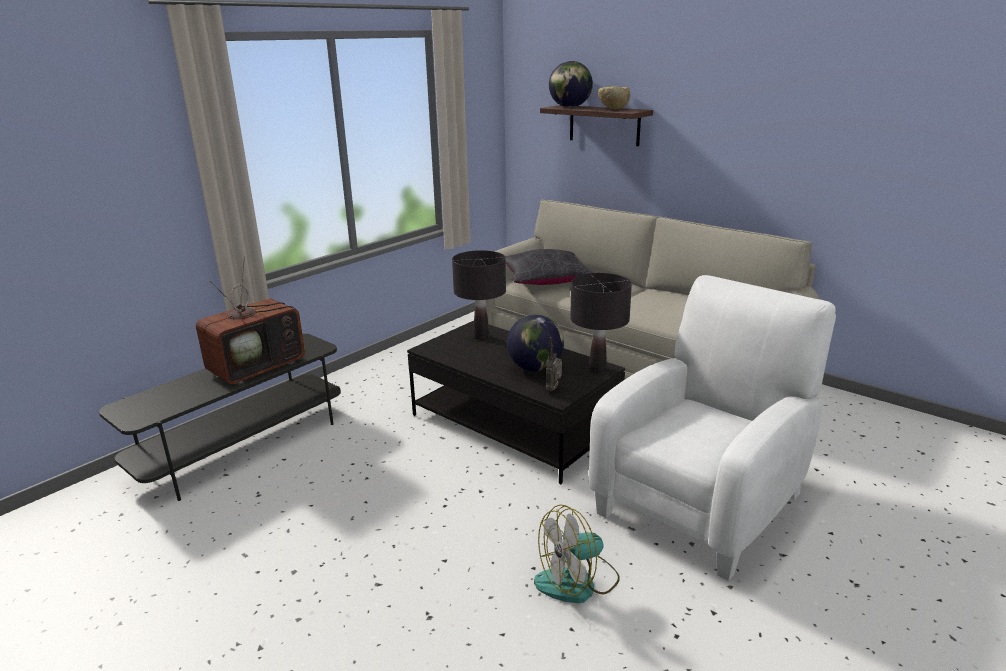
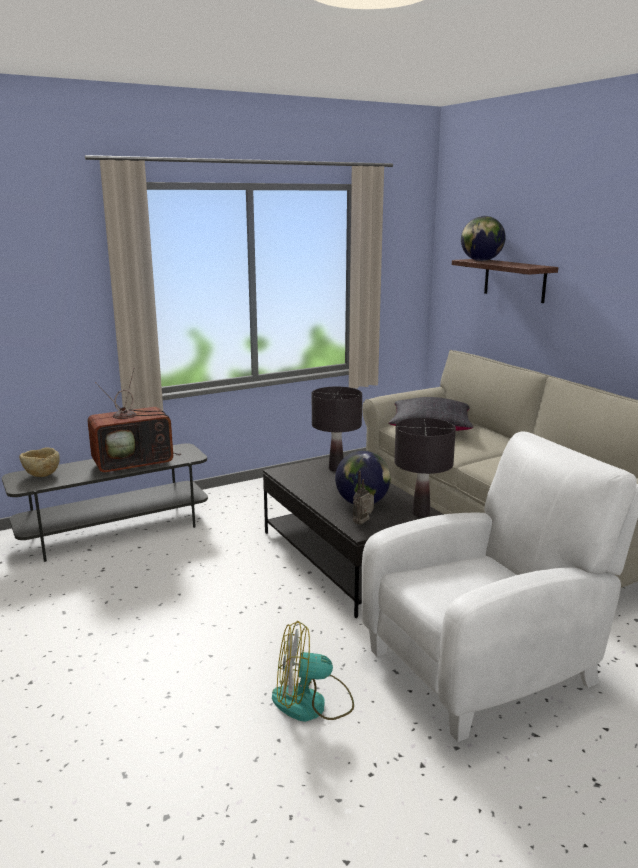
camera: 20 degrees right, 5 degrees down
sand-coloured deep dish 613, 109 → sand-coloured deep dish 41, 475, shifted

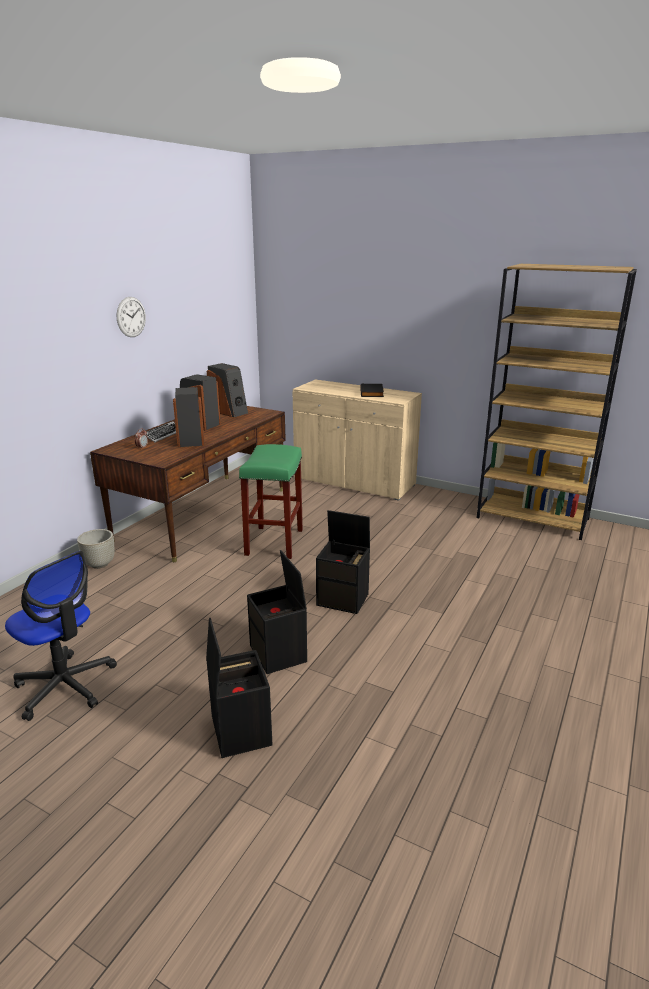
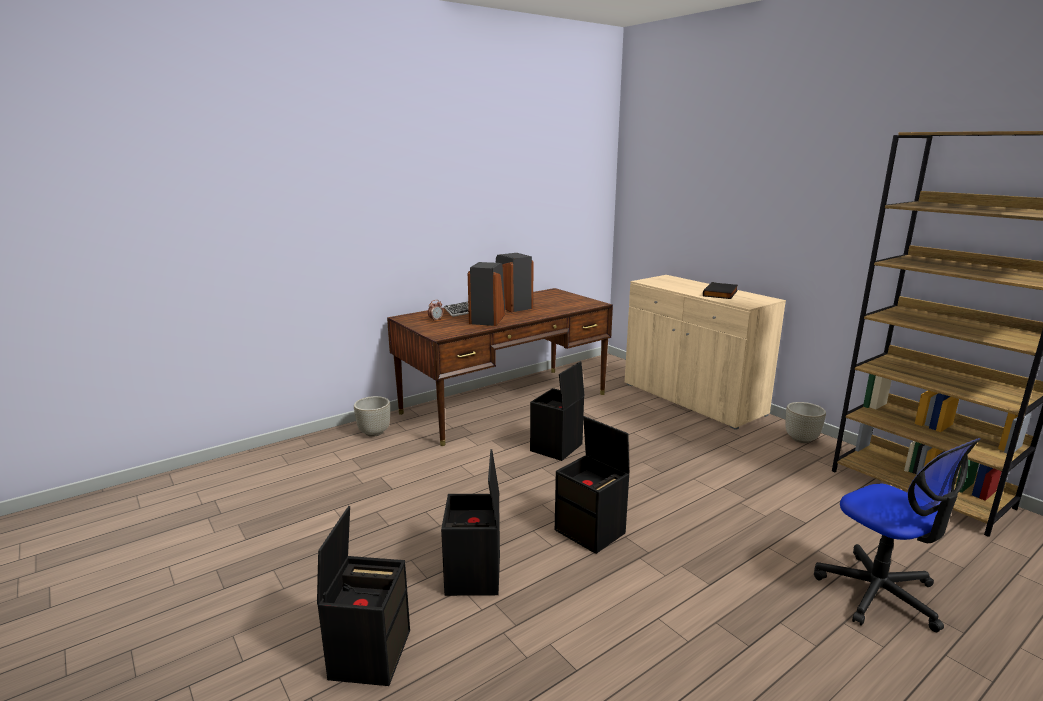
camera: 25 degrees right, 5 degrees down
clock on the wall 131, 317 → -
speaker 229, 411 → -
- → grey flower pot 801, 439
desk chair 65, 686 → desk chair 878, 593, shifted
green sitting stool 274, 543 → blackish storage box 556, 448

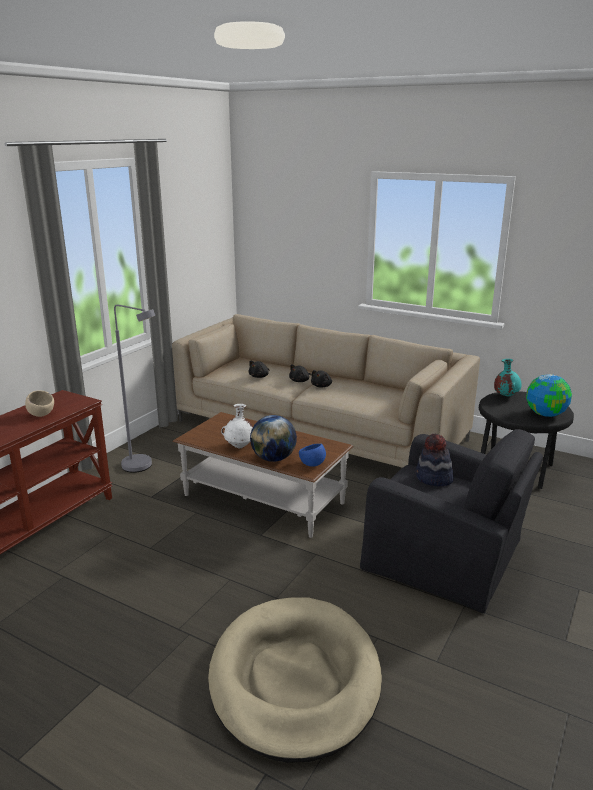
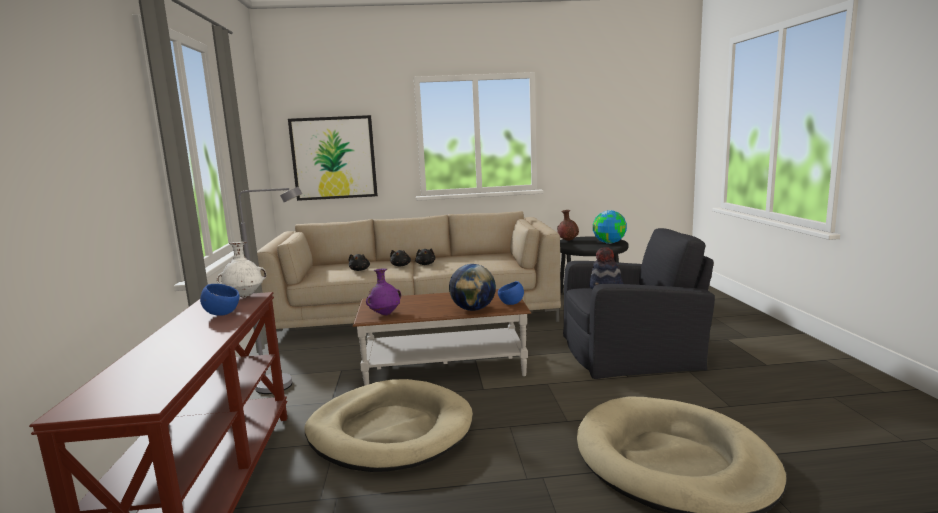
camera: 35 degrees left, 10 degrees down
- → wall picture 334, 158
- → sand-coloured pet bed 390, 430
- → purple vase 385, 314
white vase 240, 446 → white vase 245, 296, shifted
sand-coloured deep dish 41, 414 → blue-coloured deep dish 222, 314
turquoise vase 505, 396 → brownish vase 567, 241

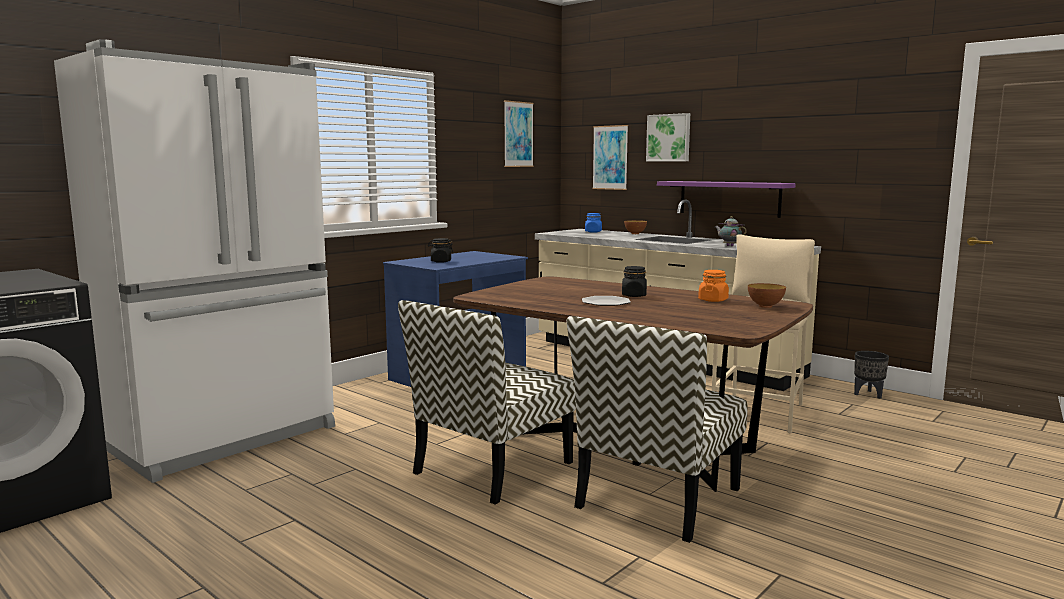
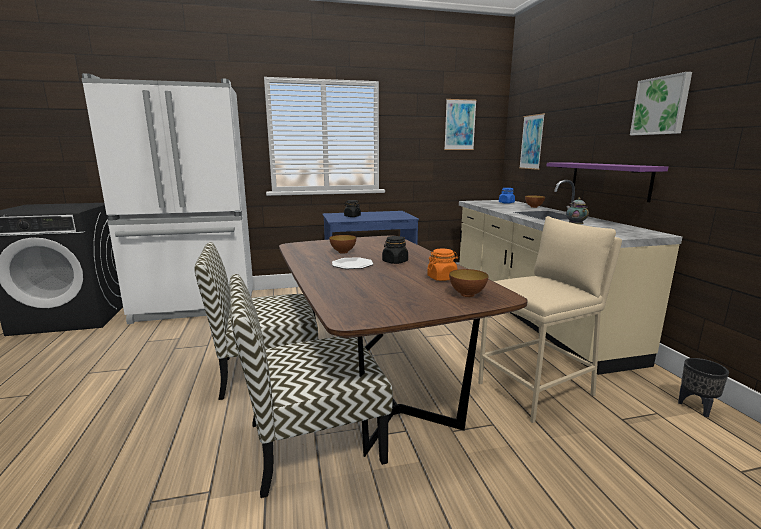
camera: 35 degrees right, 5 degrees up
- → deep dish 343, 252
wall picture 669, 138 → wall picture 661, 106, shifted

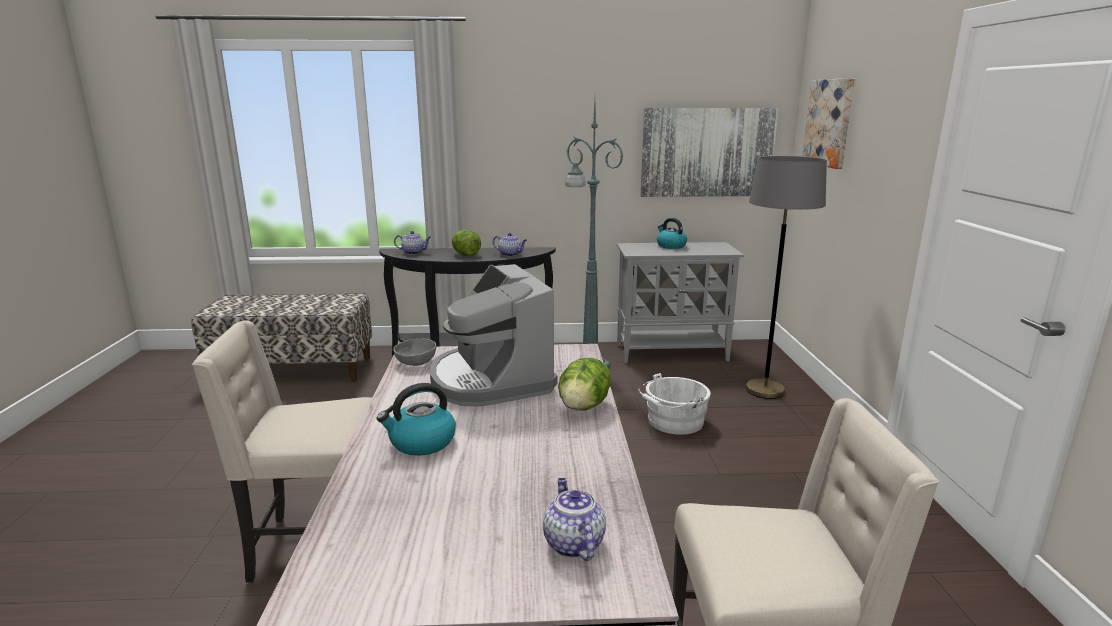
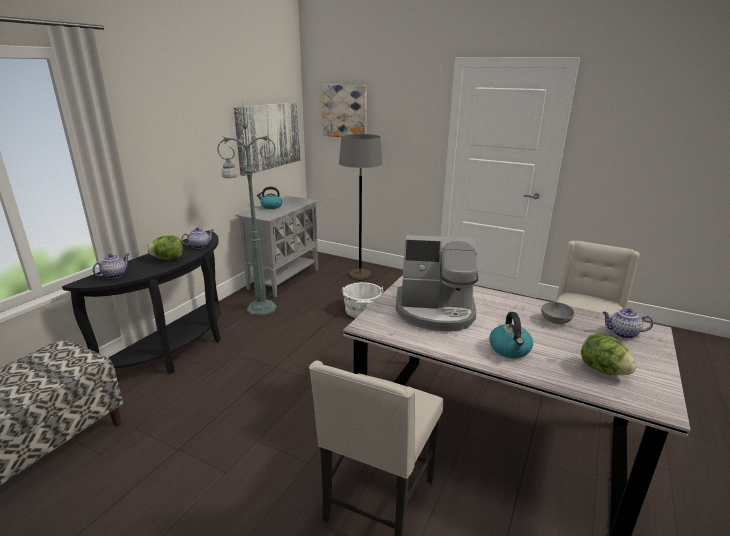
camera: 60 degrees left, 5 degrees up
grey deep dish 415, 363 → grey deep dish 556, 321, shifted
lettuce head 583, 407 → lettuce head 603, 370, shifted

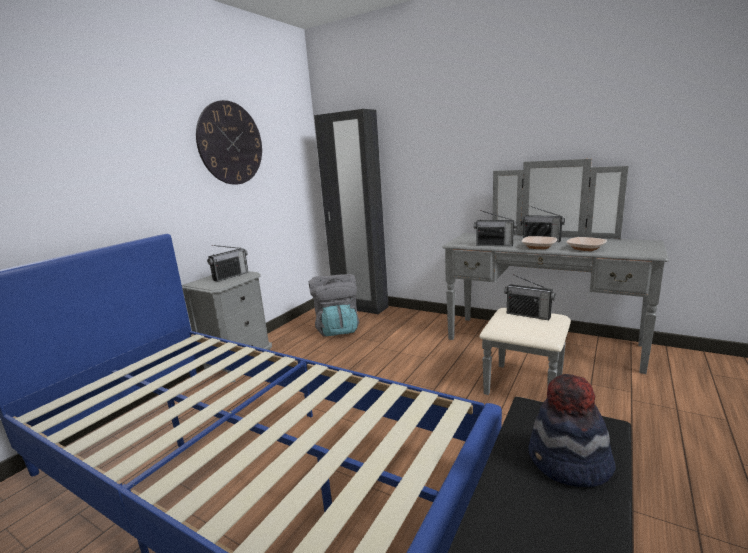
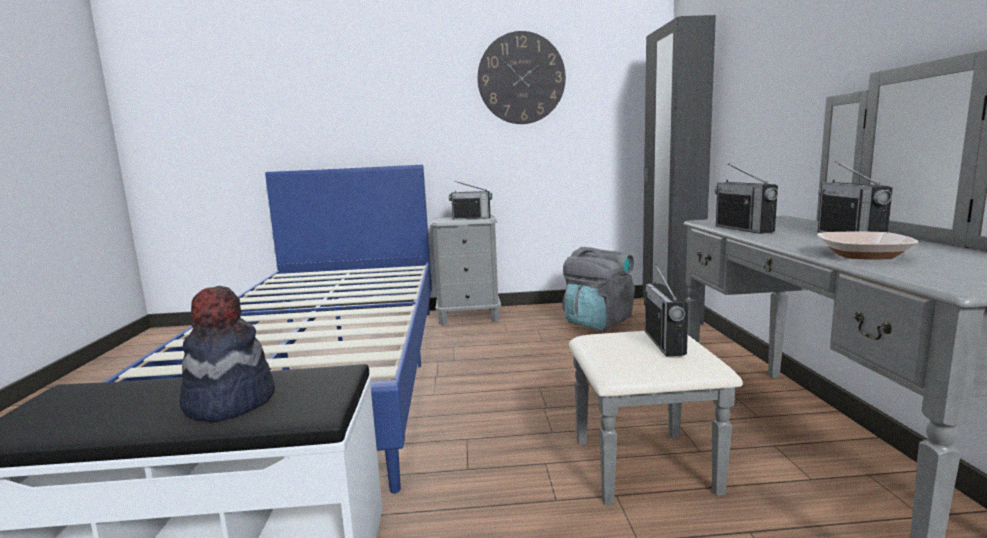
camera: 55 degrees right, 5 degrees down
deep dish 538, 247 → -

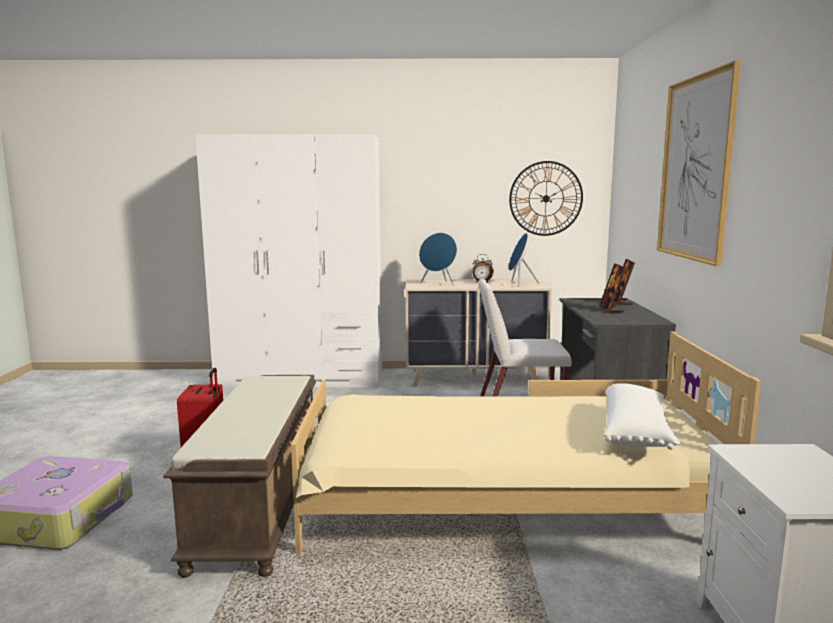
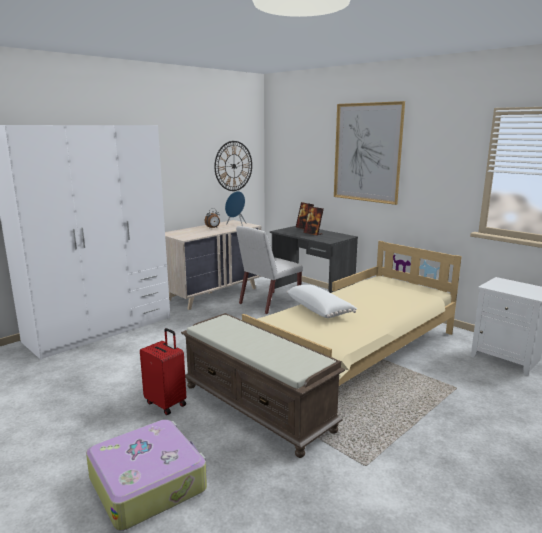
camera: 45 degrees left, 5 degrees up
blue-coloured speaker 438, 283 → -
white pillow 636, 432 → white pillow 319, 309, shifted

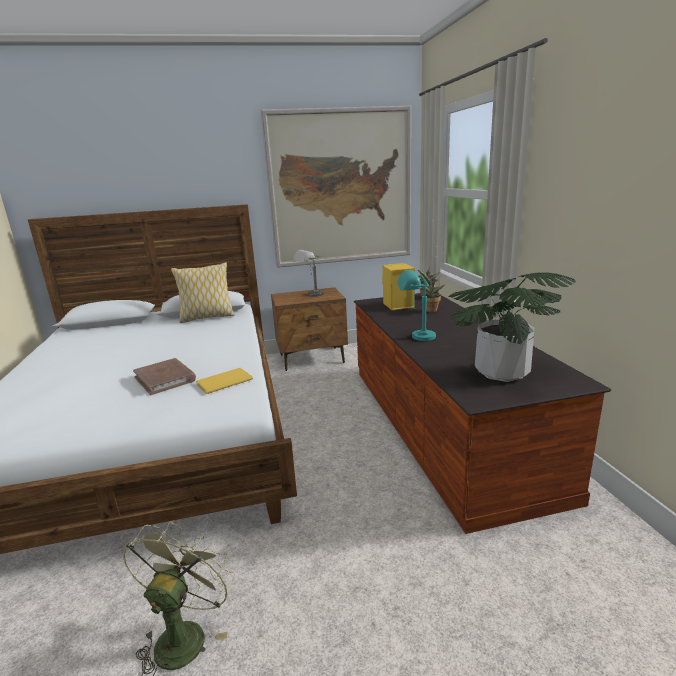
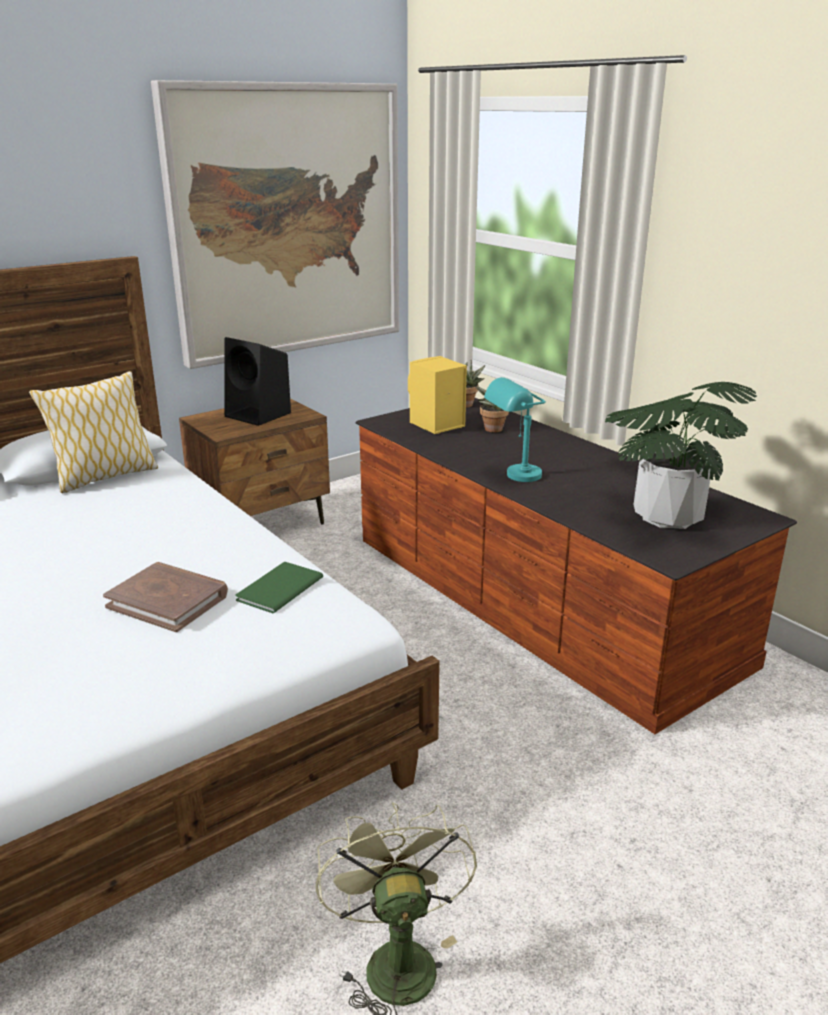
camera: 25 degrees left, 5 degrees up
grey lamp for a table 311, 295 → blackish speaker 259, 415
yellow volume 222, 381 → green volume 276, 589

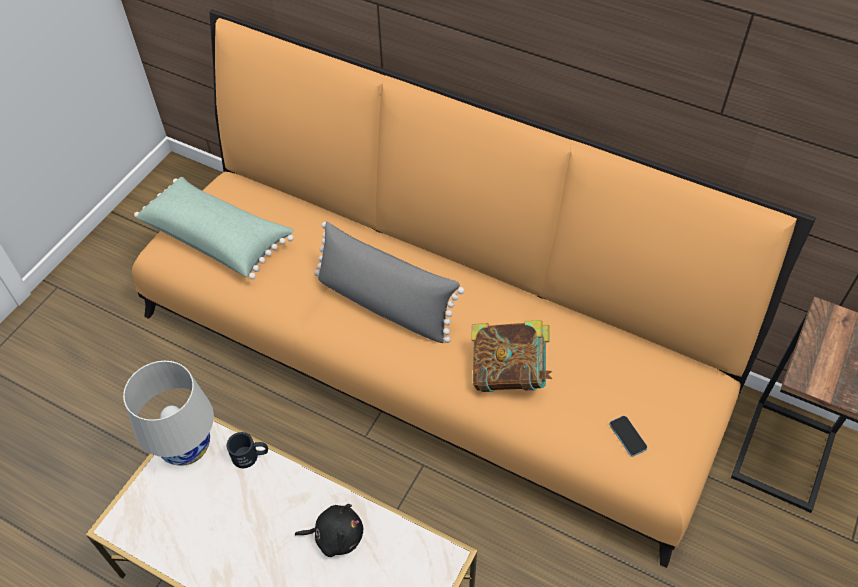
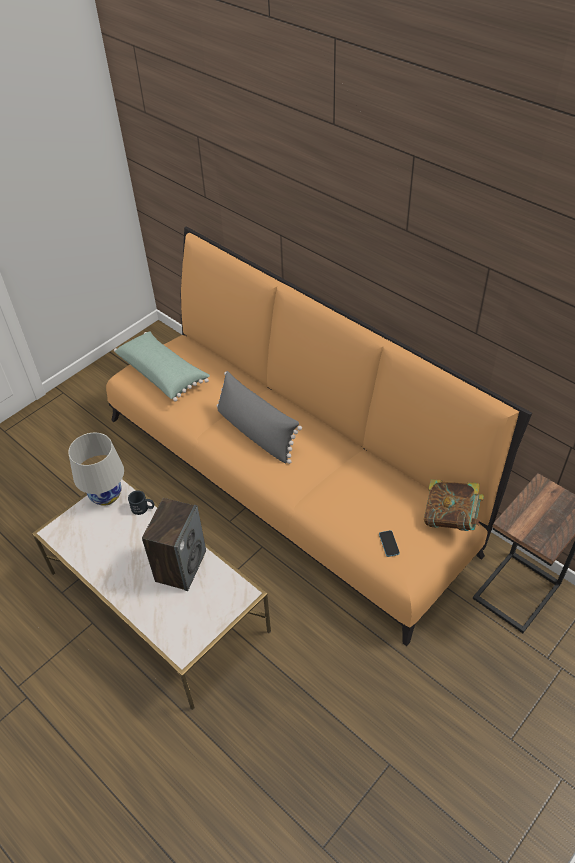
camera: 15 degrees right, 5 degrees down
volume 509, 372 → volume 451, 518, shifted
blackish cuddly toy 336, 536 → speaker 180, 565

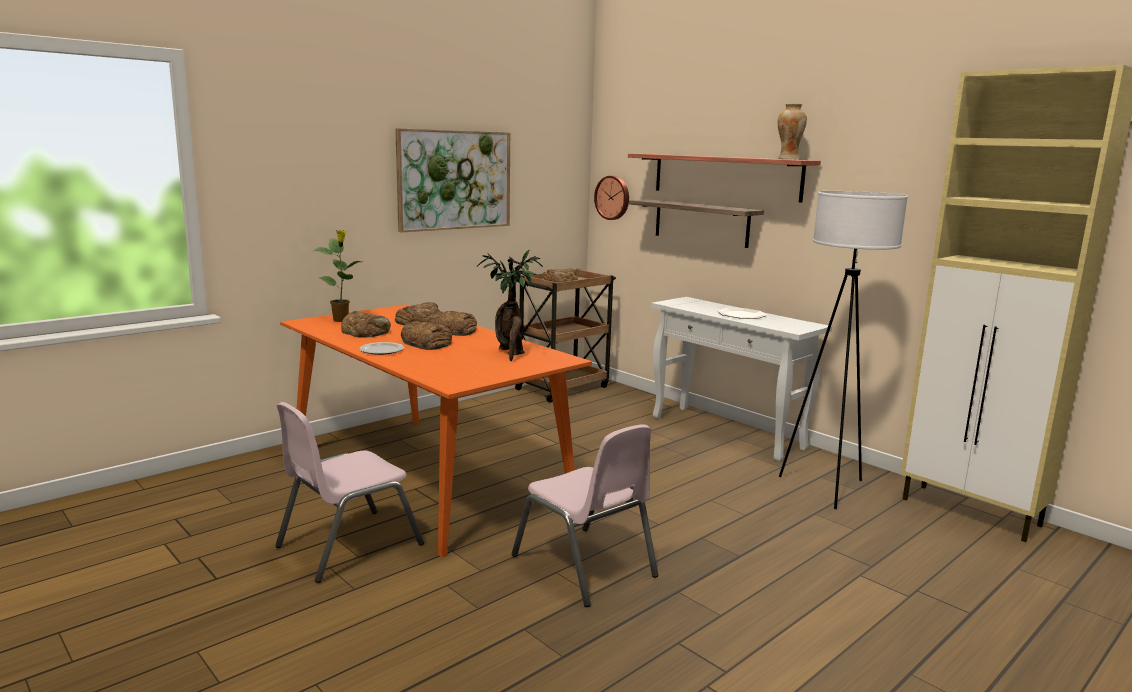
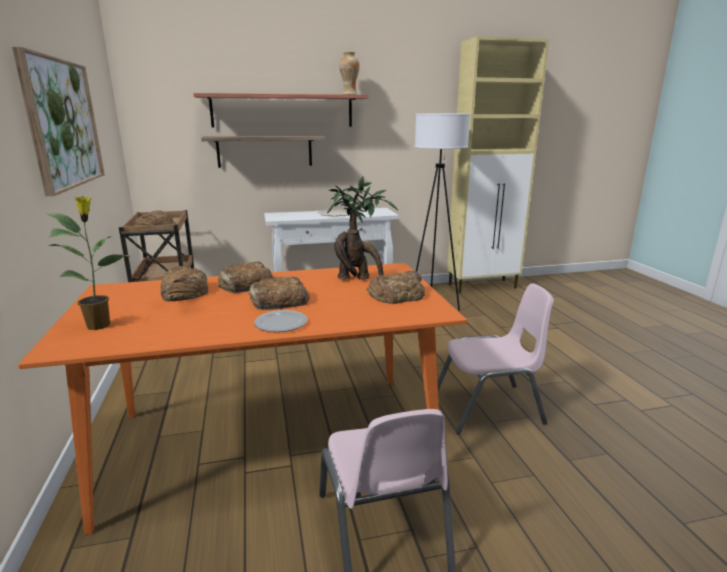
camera: 60 degrees left, 5 degrees up
clock on the wall 613, 197 → -
bread 366, 331 → bread 397, 294, shifted

